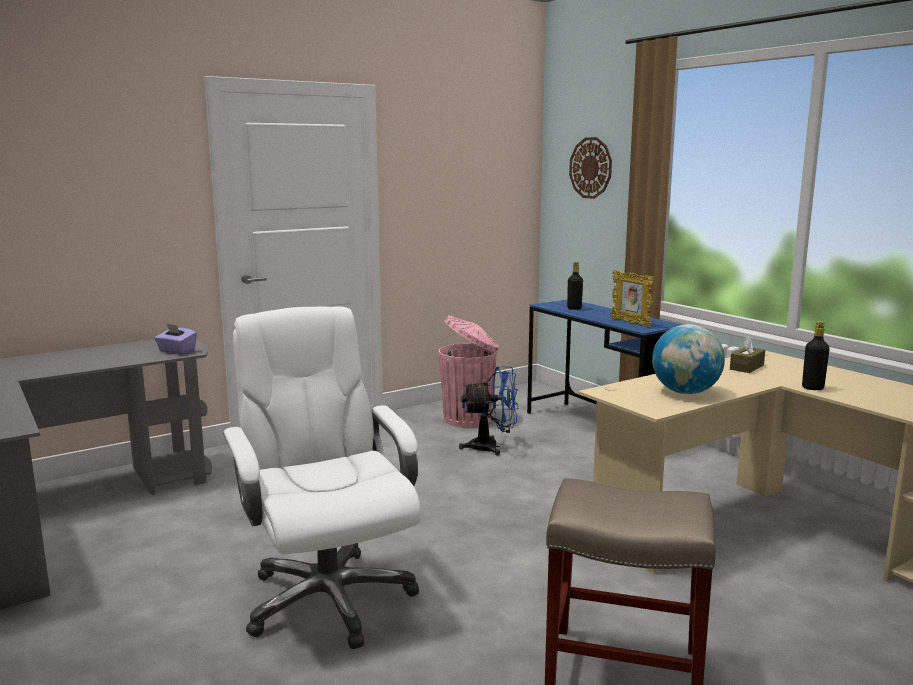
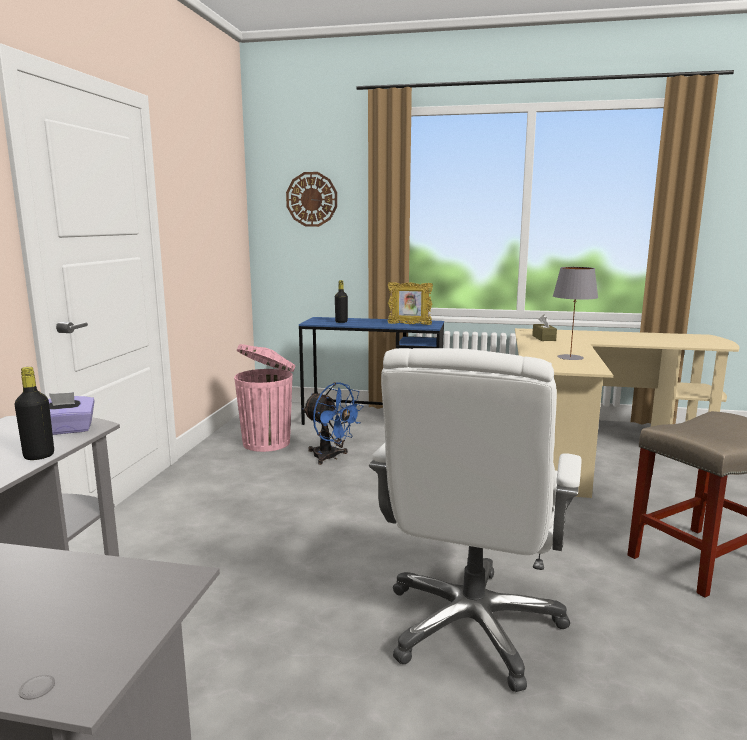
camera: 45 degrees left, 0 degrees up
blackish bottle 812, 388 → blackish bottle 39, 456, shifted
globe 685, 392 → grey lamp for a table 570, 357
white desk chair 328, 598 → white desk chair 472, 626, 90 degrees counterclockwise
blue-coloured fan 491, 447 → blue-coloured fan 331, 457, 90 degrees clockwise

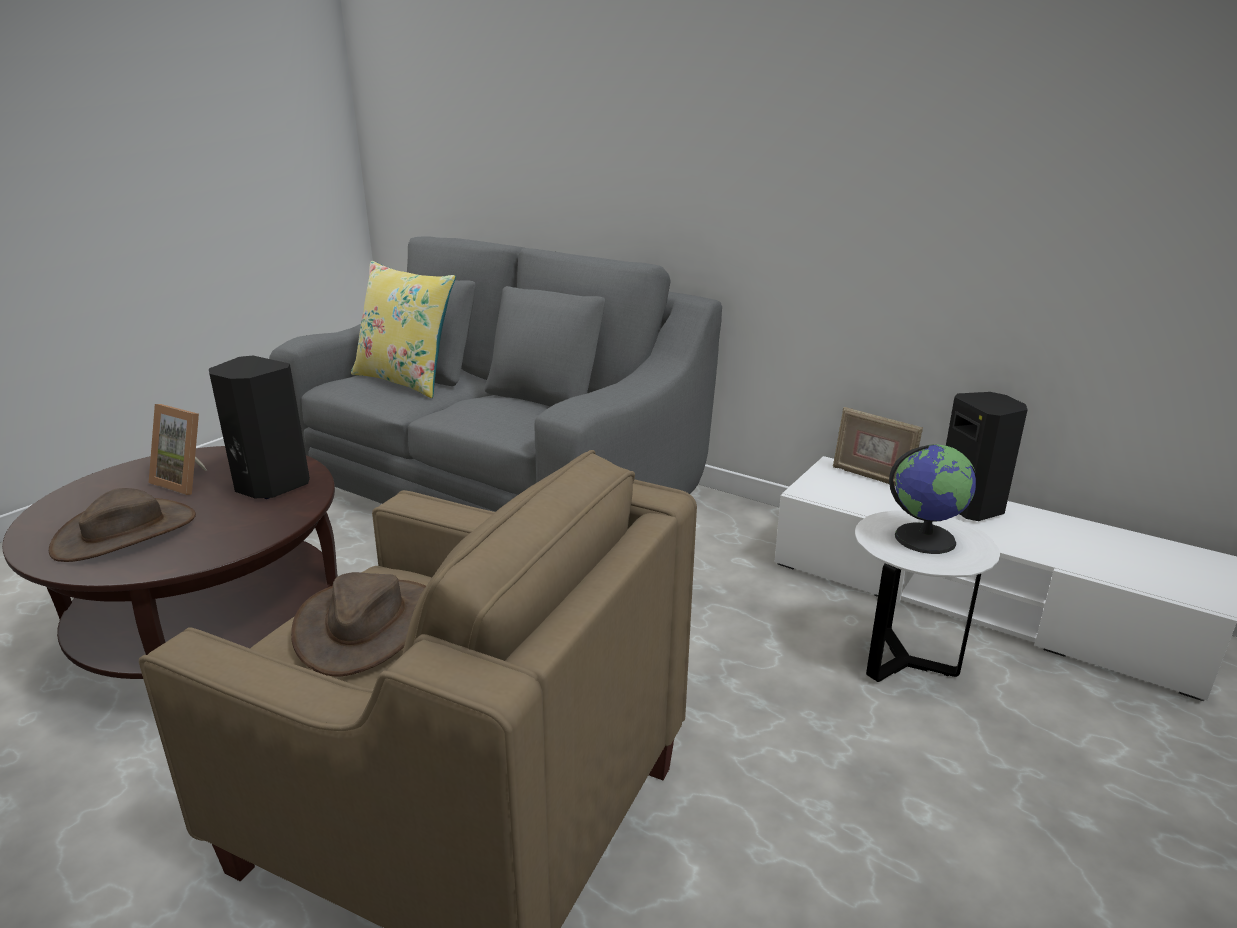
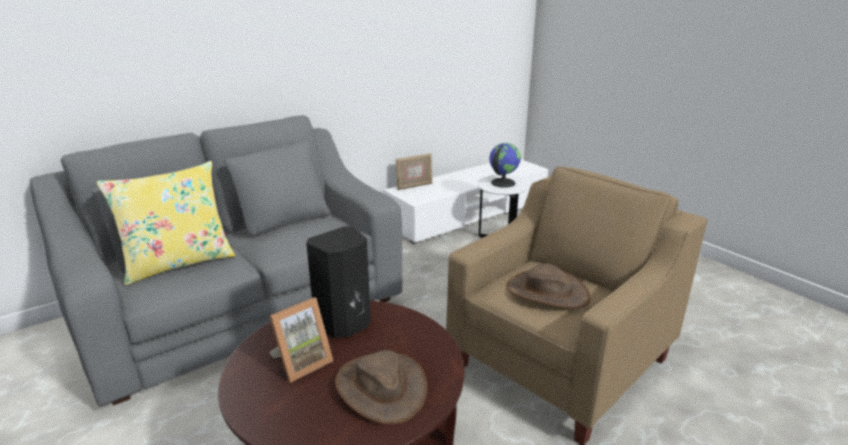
camera: 70 degrees left, 0 degrees up
blackish speaker 972, 507 → -

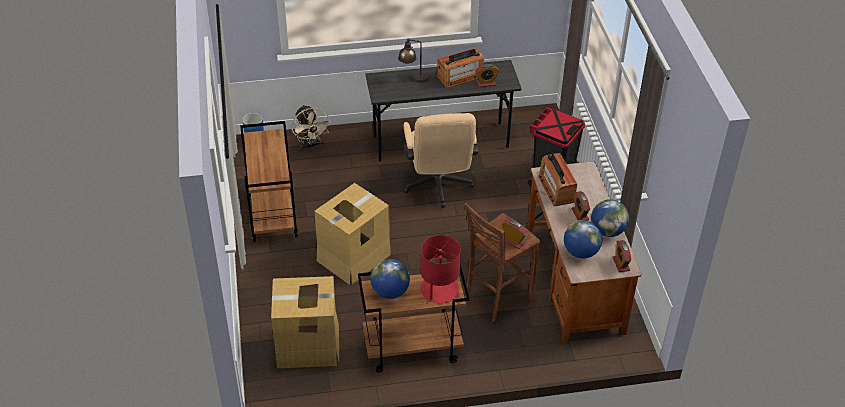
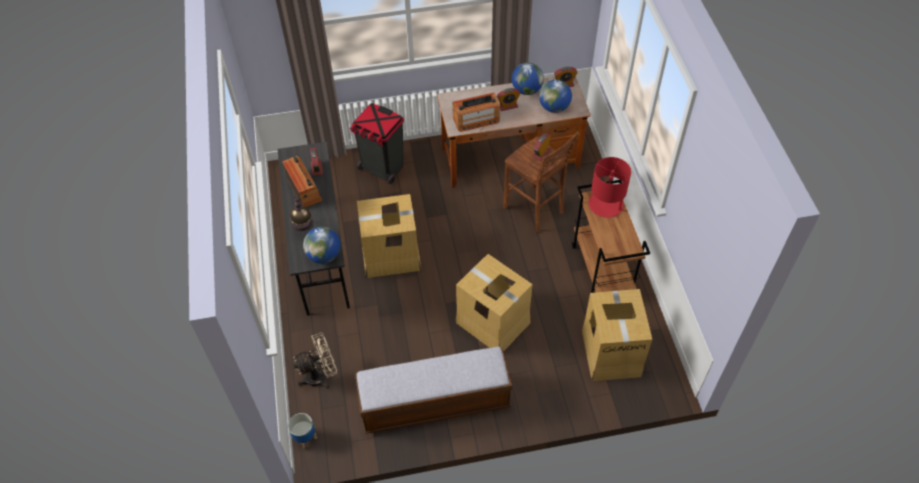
camera: 90 degrees left, 10 degrees up
globe 390, 292 → globe 324, 255, shifted
brownish cart 272, 215 → long seat 434, 403
sand-coloured desk chair 438, 187 → packing box 391, 255

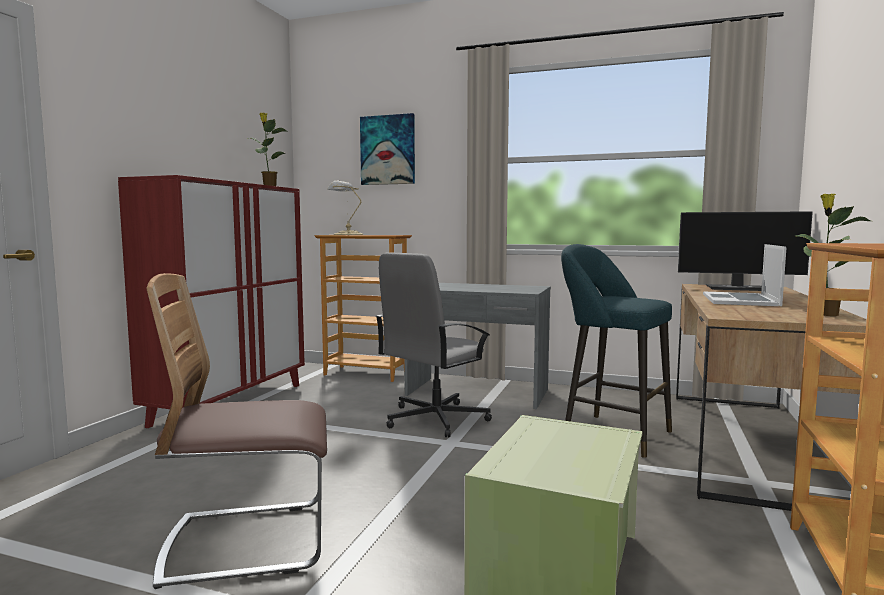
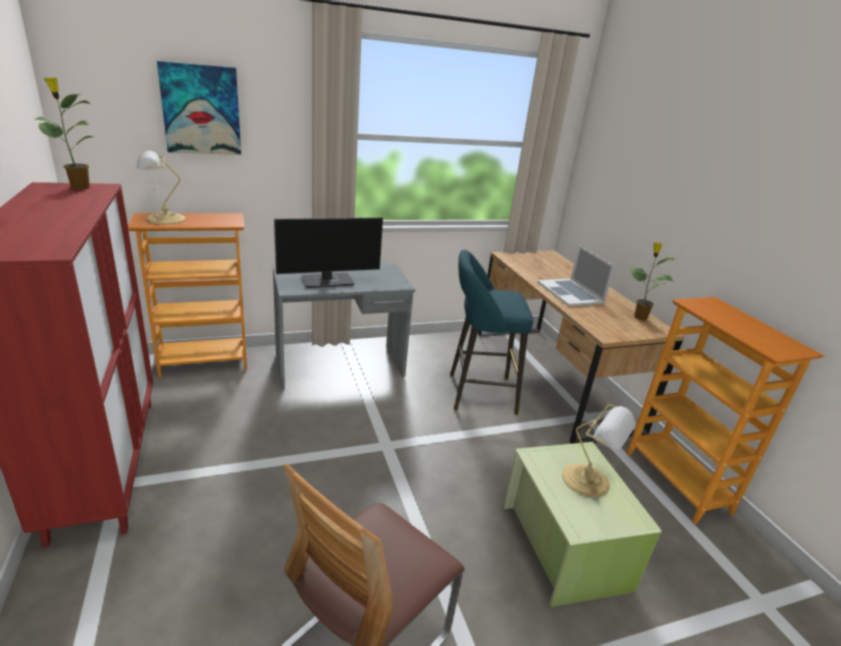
camera: 40 degrees left, 20 degrees up
grey desk chair 434, 419 → -
- → lamp for a table 588, 481
monitor 739, 288 → monitor 328, 281, shifted

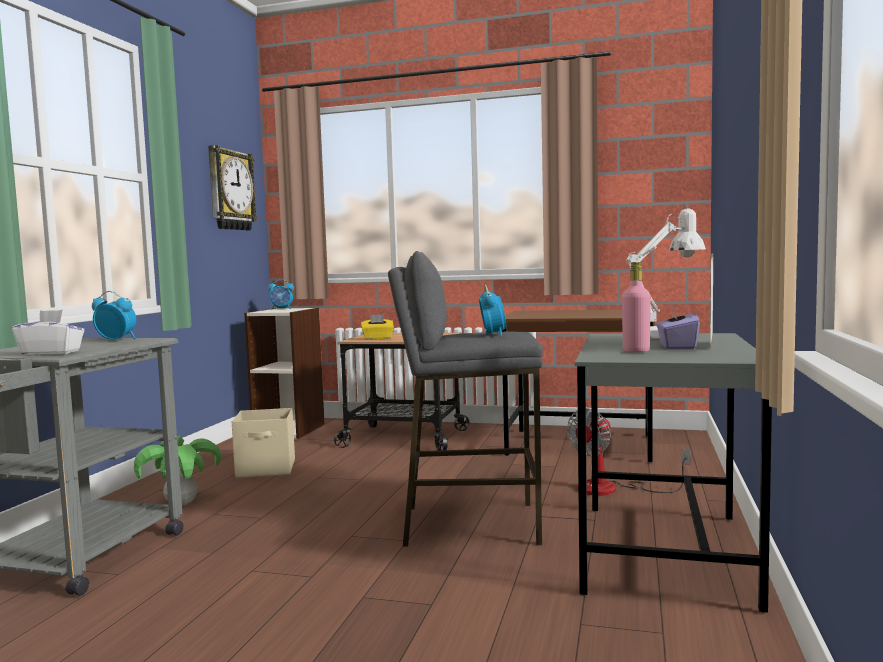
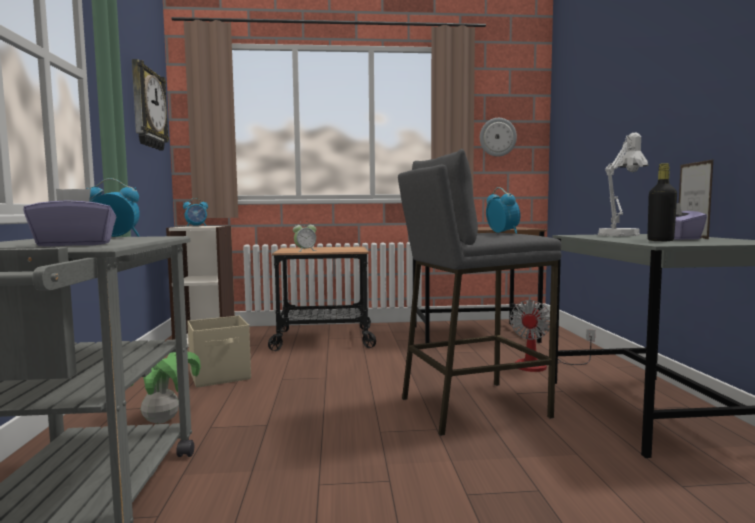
camera: 20 degrees left, 0 degrees up
- → clock on the wall 497, 137
yellow tissue box 377, 339 → table clock 305, 250
white tissue box 51, 353 → purple tissue box 75, 244
pink bottle 636, 351 → blackish bottle 660, 240

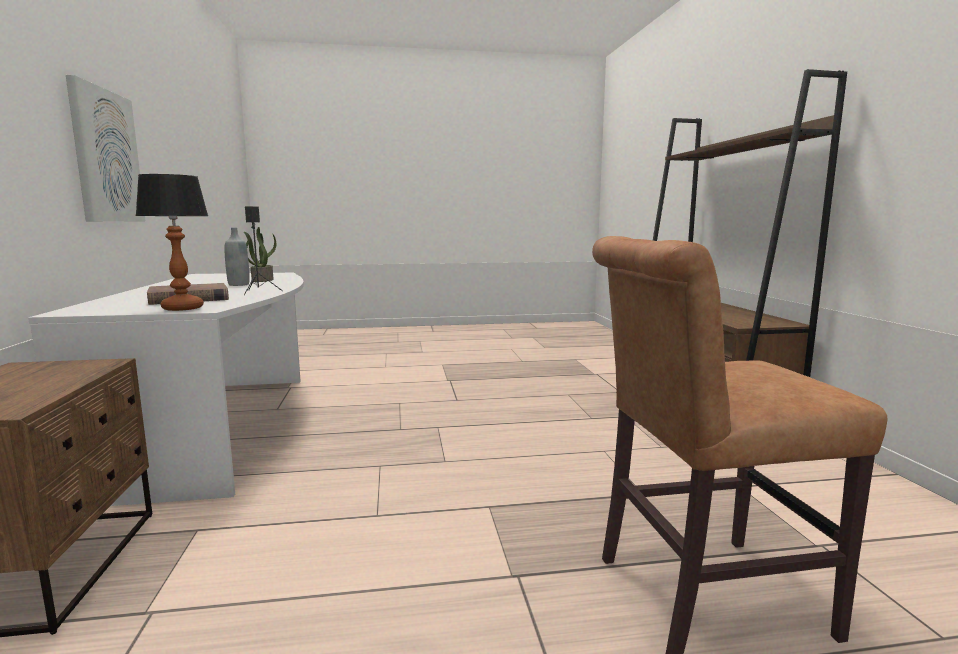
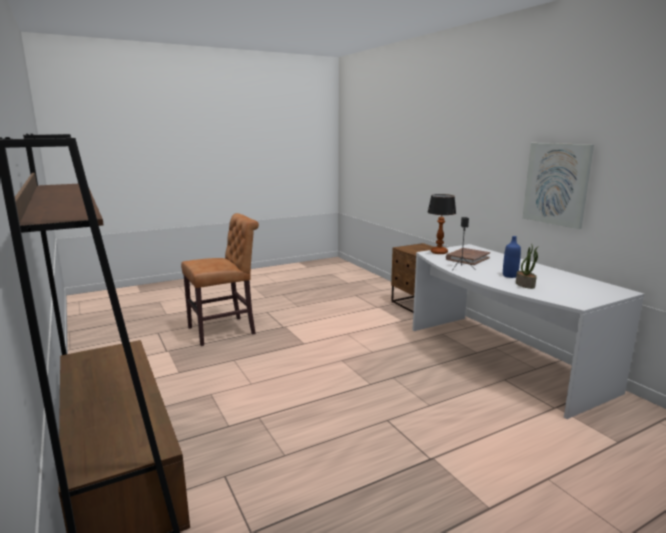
camera: 160 degrees right, 5 degrees up
grey bottle 239, 284 → blue-coloured bottle 510, 276

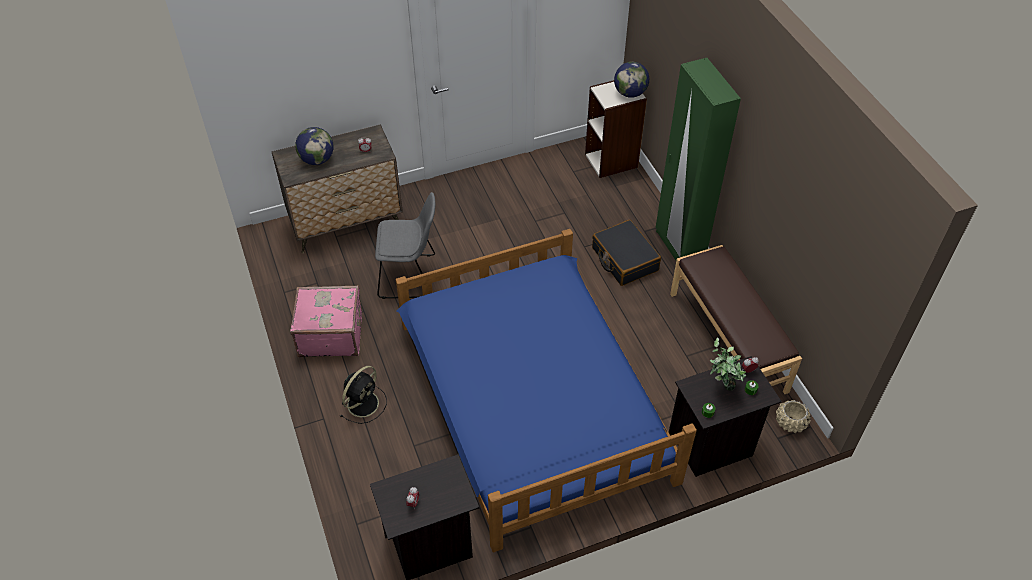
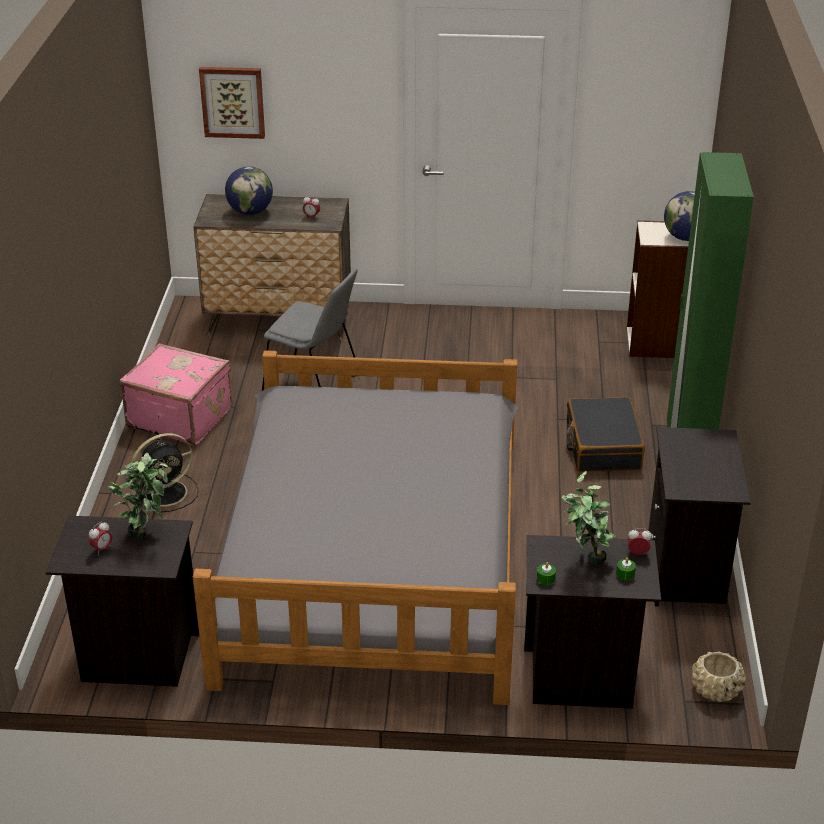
camera: 25 degrees right, 15 degrees down
- → plant in a pot 146, 530
- → wall picture 232, 101
brownish long seat 728, 341 → blackish night table 687, 572
blue-coloured bedroom bed 532, 399 → grey bedroom bed 374, 552

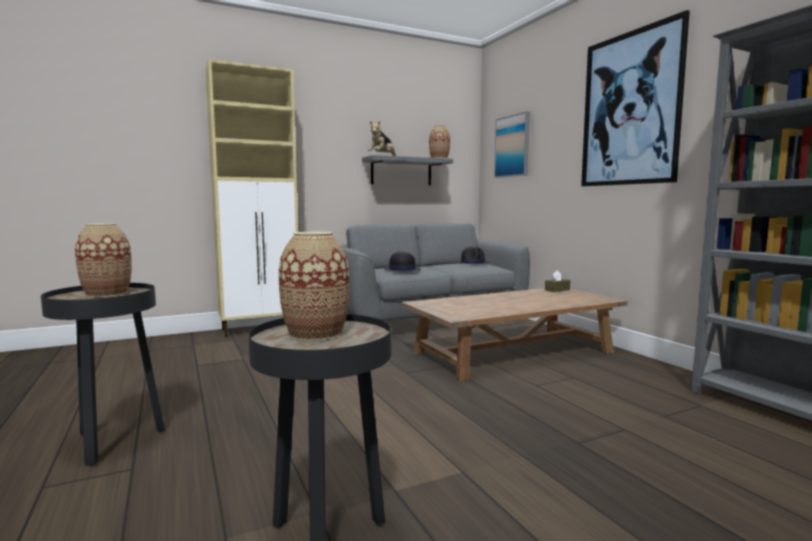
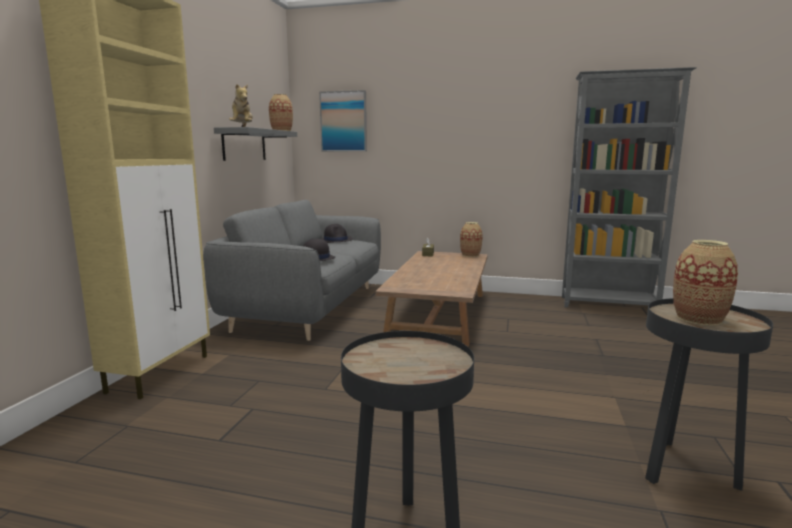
camera: 50 degrees left, 5 degrees up
wall picture 630, 109 → -
vase 107, 294 → vase 470, 255, shifted

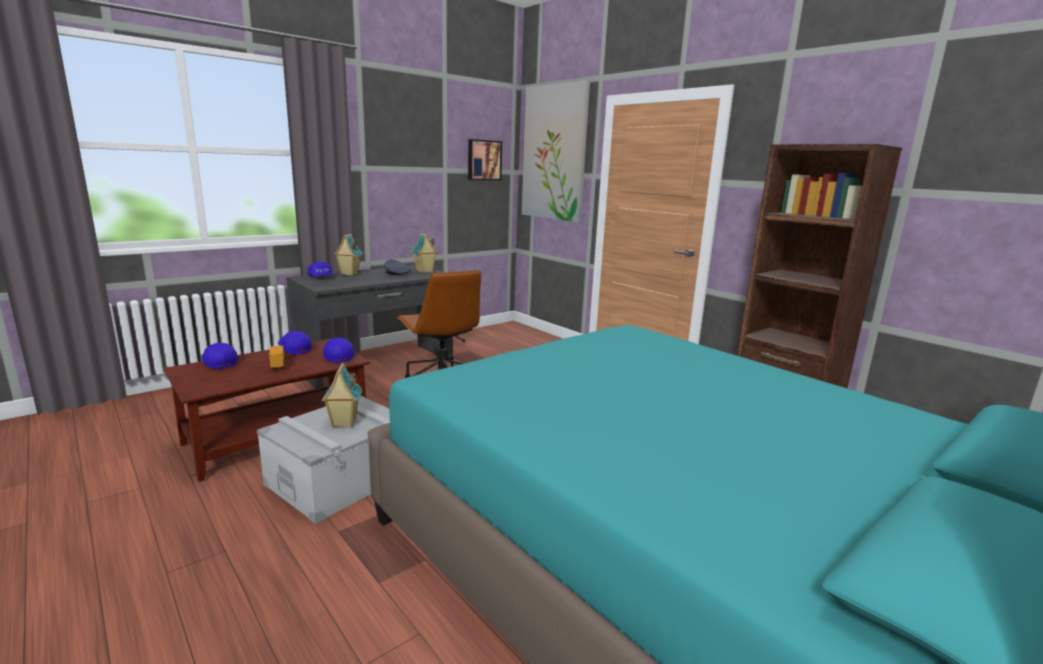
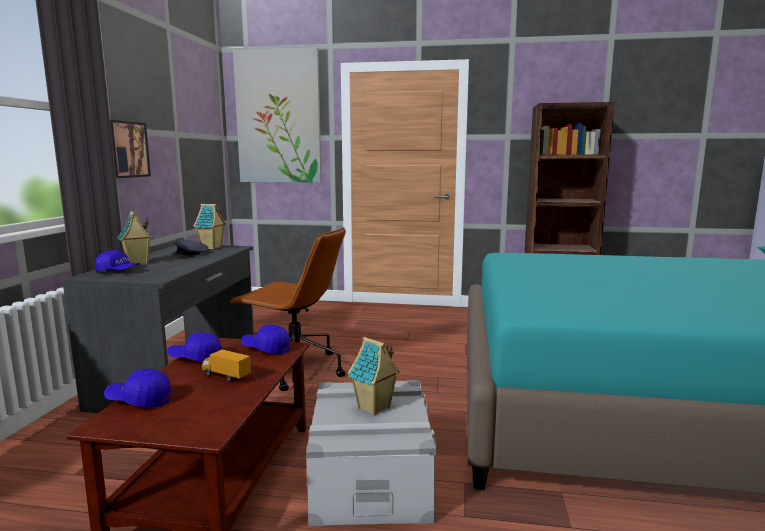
camera: 40 degrees left, 5 degrees down
wall picture 483, 160 → wall picture 125, 149, shifted

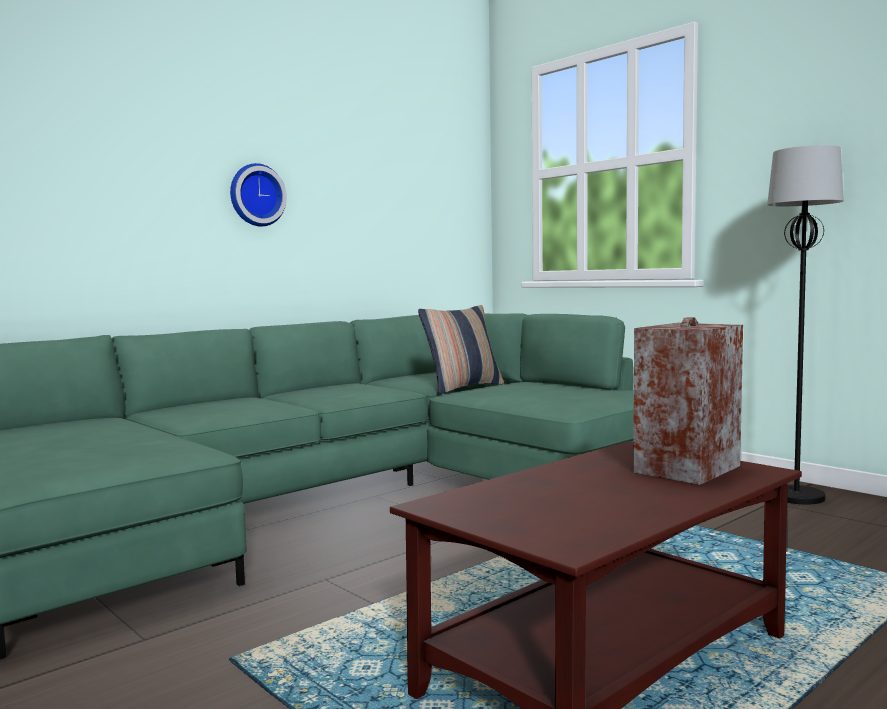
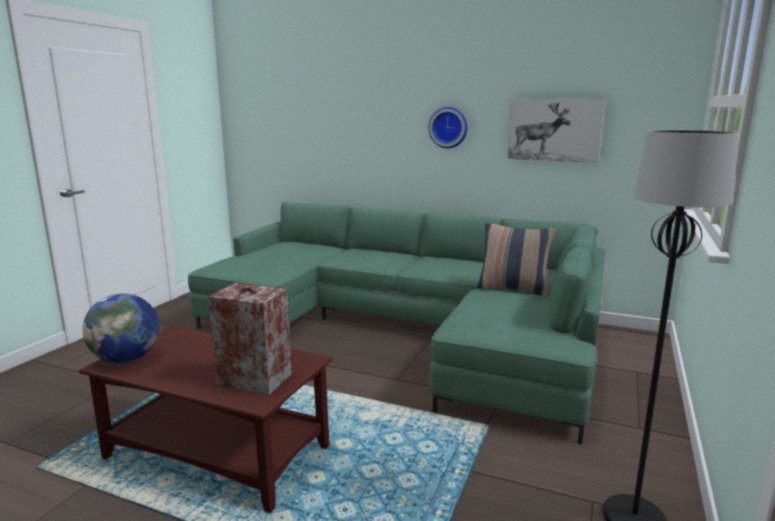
camera: 65 degrees right, 10 degrees up
- → globe 126, 359
- → wall picture 554, 130

